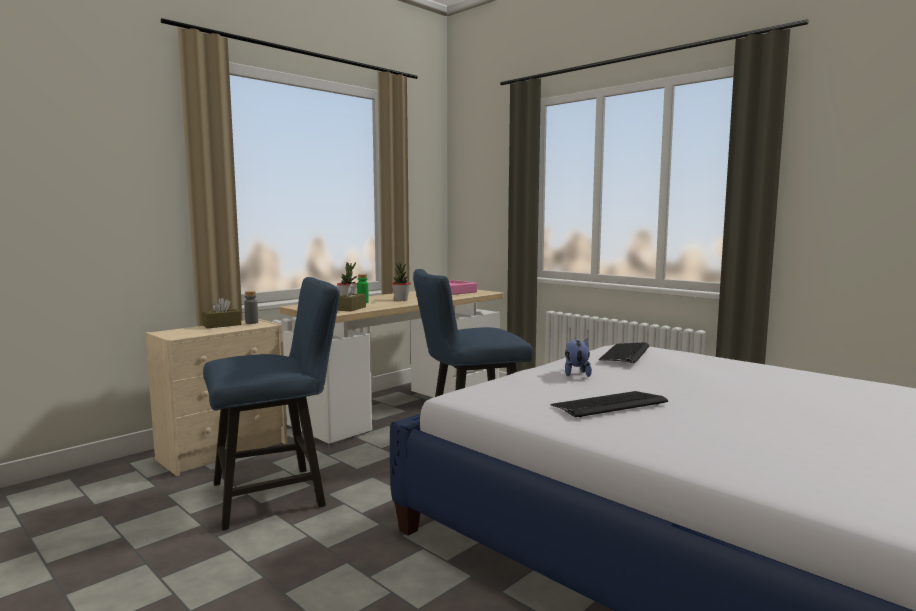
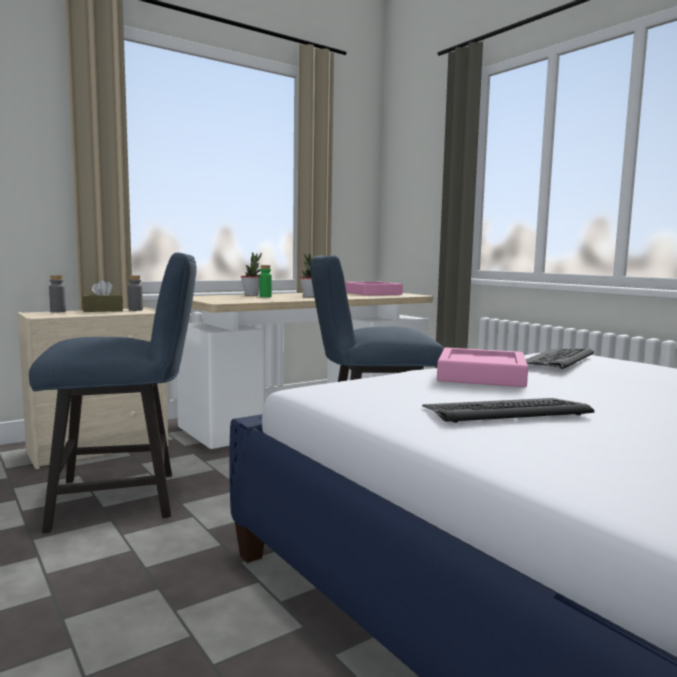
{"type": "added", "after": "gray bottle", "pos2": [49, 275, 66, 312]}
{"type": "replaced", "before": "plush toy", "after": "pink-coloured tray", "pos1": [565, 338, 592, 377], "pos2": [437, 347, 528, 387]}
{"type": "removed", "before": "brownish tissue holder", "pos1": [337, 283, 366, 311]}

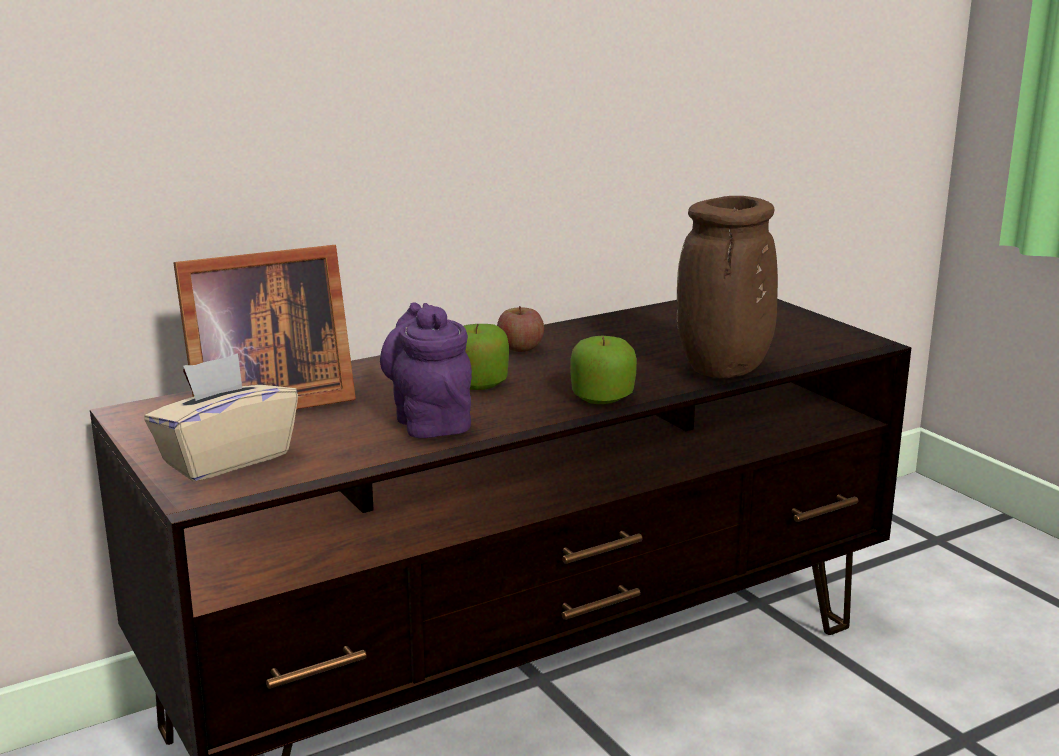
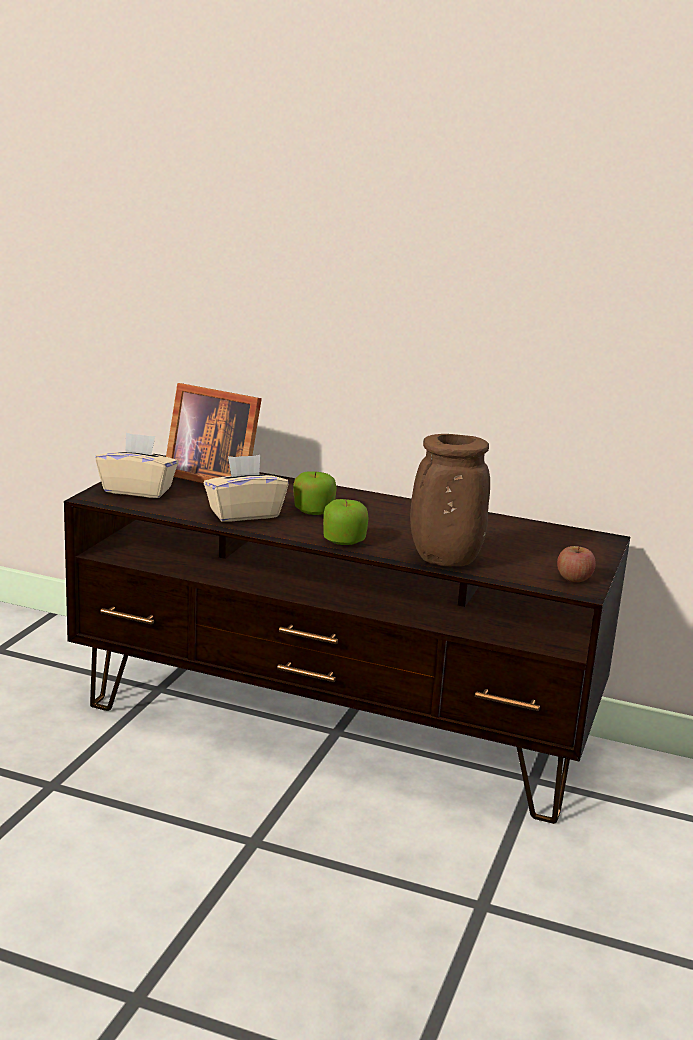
{"type": "replaced", "before": "purple-coloured pot for tea", "after": "beige tissue holder", "pos1": [380, 302, 472, 438], "pos2": [204, 455, 289, 522]}
{"type": "moved", "before": "apple", "pos1": [497, 306, 544, 352], "pos2": [557, 546, 596, 582]}

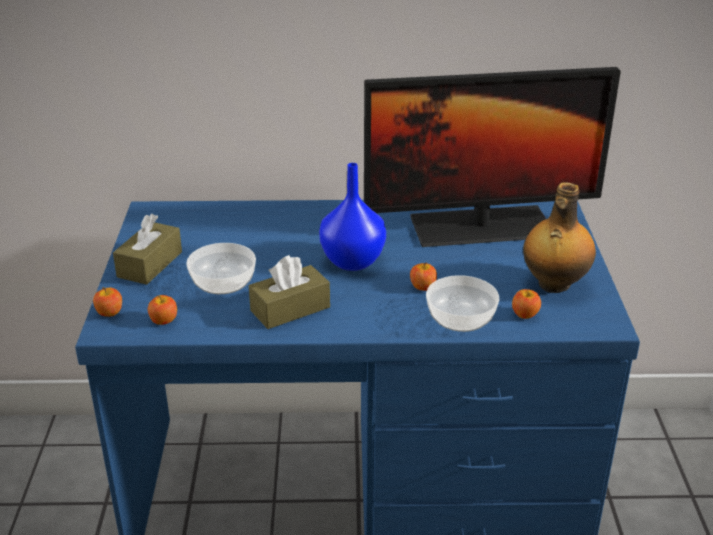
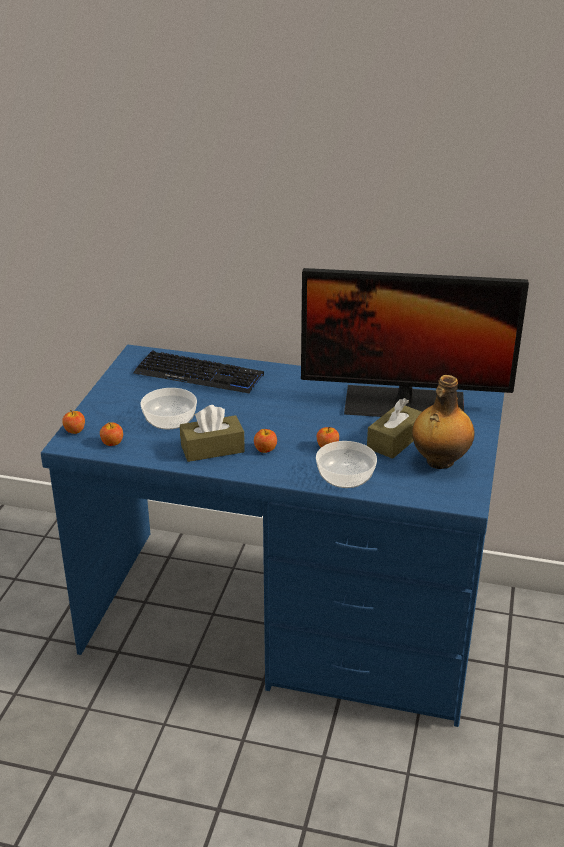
{"type": "added", "after": "PC keyboard", "pos2": [134, 350, 264, 393]}
{"type": "moved", "before": "apple", "pos1": [512, 289, 541, 319], "pos2": [254, 429, 277, 453]}
{"type": "moved", "before": "brownish tissue holder", "pos1": [113, 214, 182, 285], "pos2": [367, 398, 422, 459]}
{"type": "removed", "before": "bluish flower vase", "pos1": [319, 163, 386, 271]}

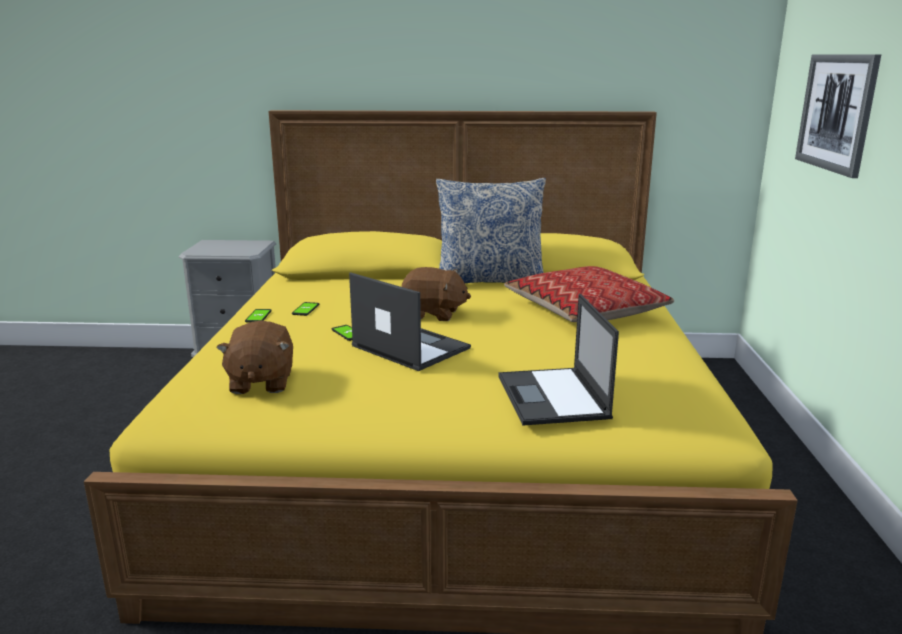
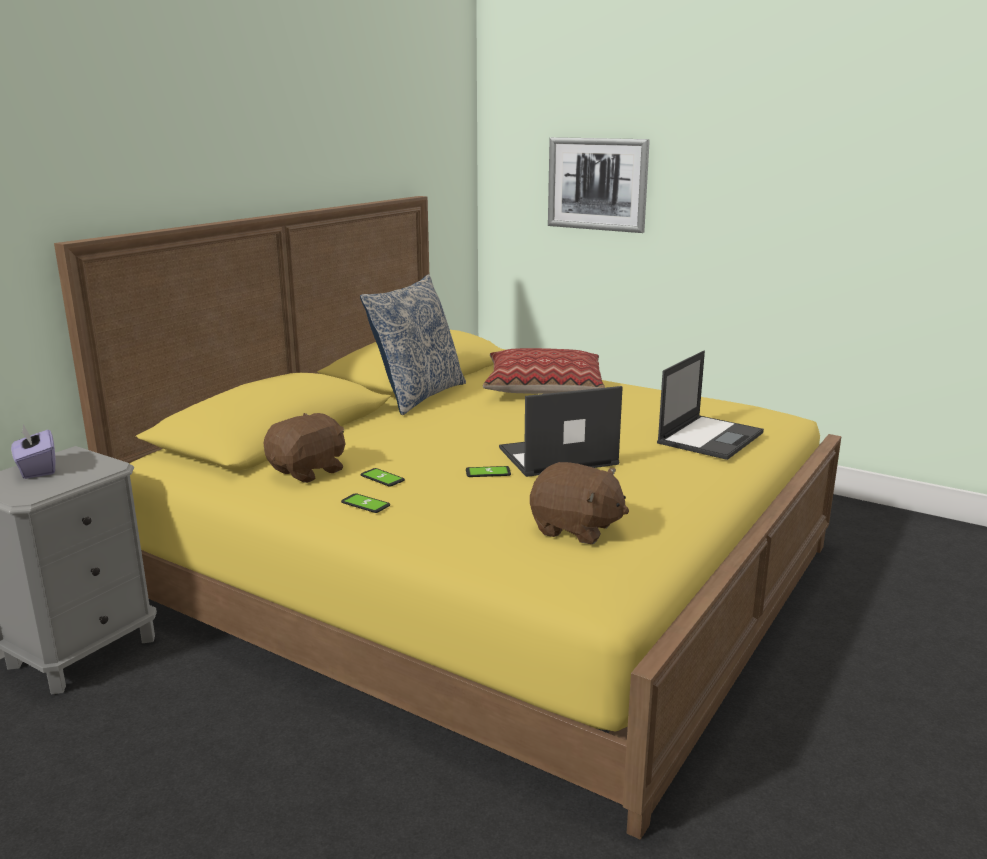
{"type": "added", "after": "purple-coloured tissue holder", "pos2": [11, 425, 56, 479]}
{"type": "moved", "before": "brownish plush toy", "pos1": [401, 267, 471, 321], "pos2": [264, 413, 346, 483]}
{"type": "turned", "before": "portable computer", "pos1": [498, 294, 619, 425], "pos2": [657, 351, 764, 460], "turn": -75}

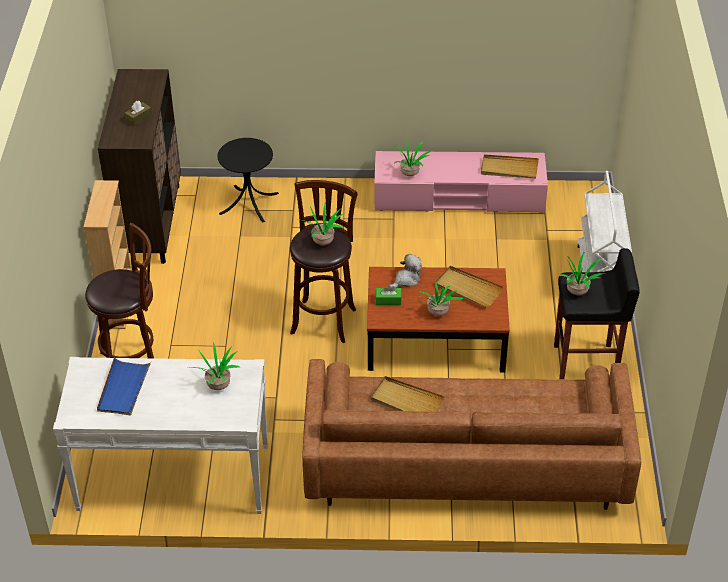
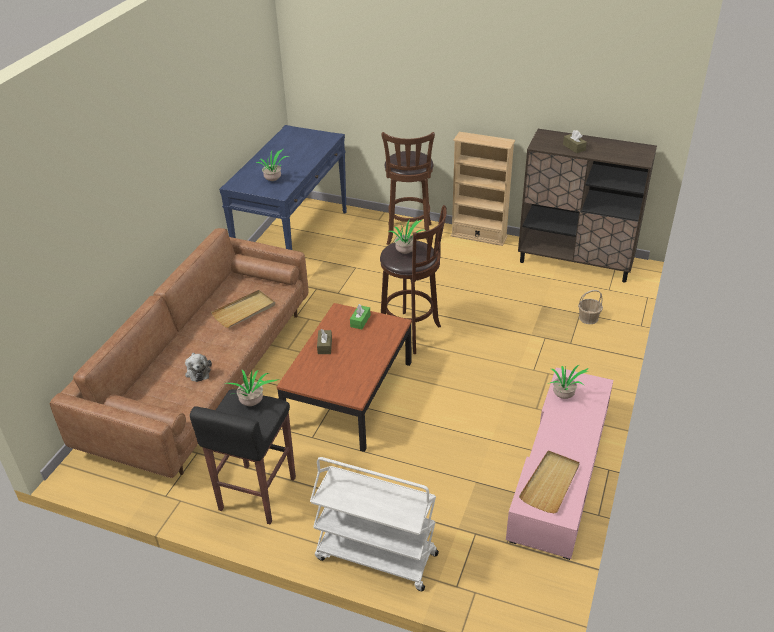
{"type": "moved", "before": "plush toy", "pos1": [389, 254, 422, 288], "pos2": [185, 353, 212, 382]}
{"type": "recoloured", "before": "whitish console table", "after": "bluish console table", "pos1": [53, 357, 268, 514], "pos2": [219, 125, 347, 250]}
{"type": "replaced", "before": "plant in a pot", "after": "brownish tissue holder", "pos1": [418, 283, 466, 316], "pos2": [317, 329, 332, 354]}
{"type": "replaced", "before": "black-coloured accent table", "after": "storage basket", "pos1": [217, 138, 279, 223], "pos2": [578, 290, 603, 324]}
{"type": "removed", "before": "bluish tray", "pos1": [97, 357, 151, 415]}
{"type": "removed", "before": "beige tray", "pos1": [434, 266, 504, 308]}

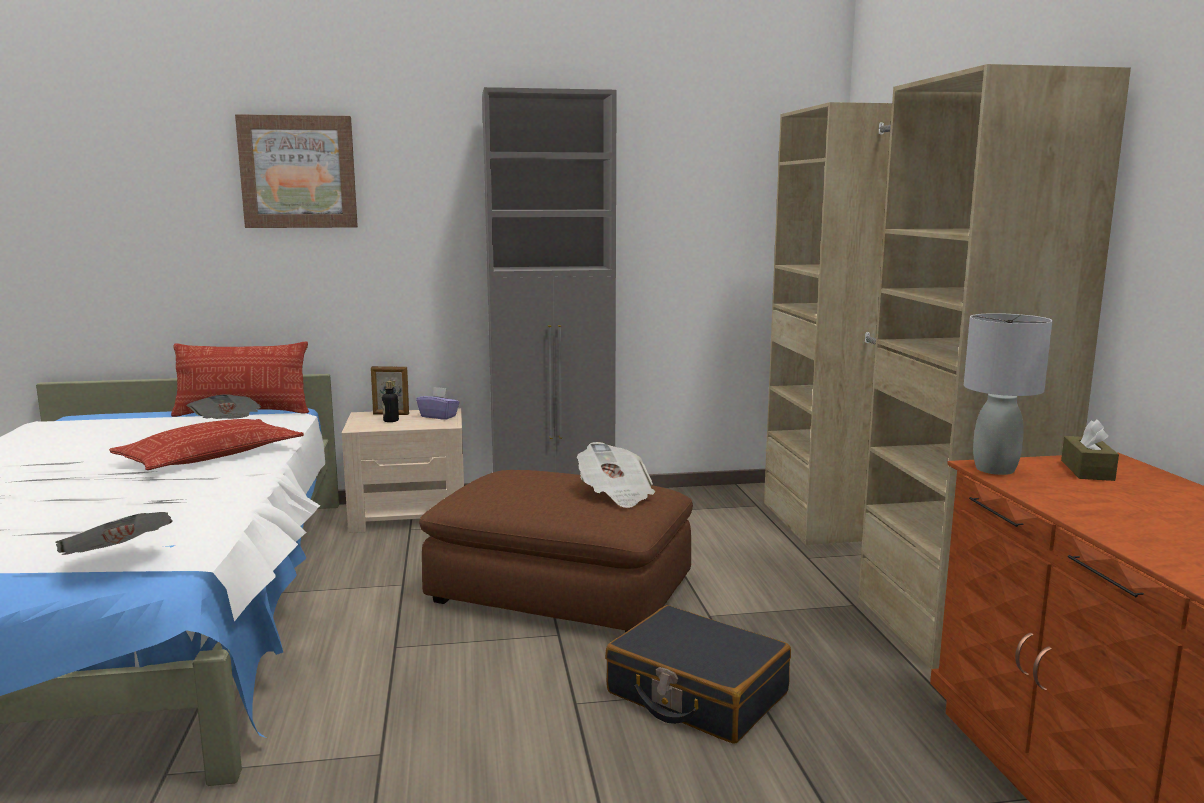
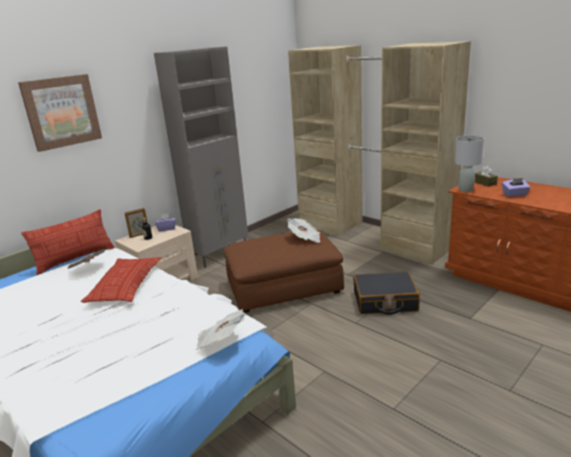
{"type": "added", "after": "purple-coloured tissue holder", "pos2": [502, 178, 531, 197]}

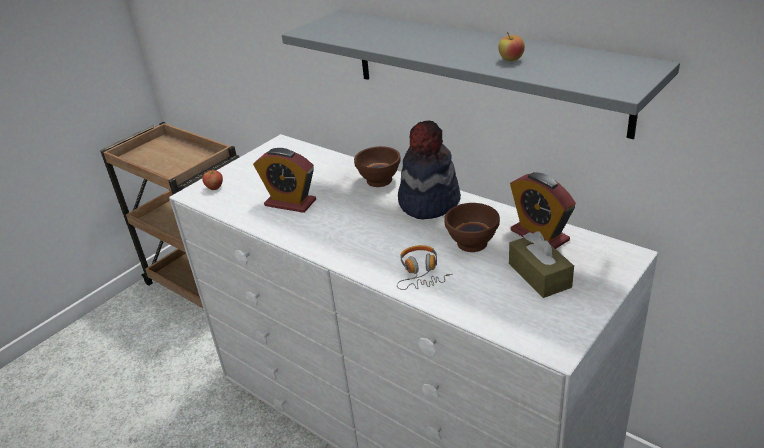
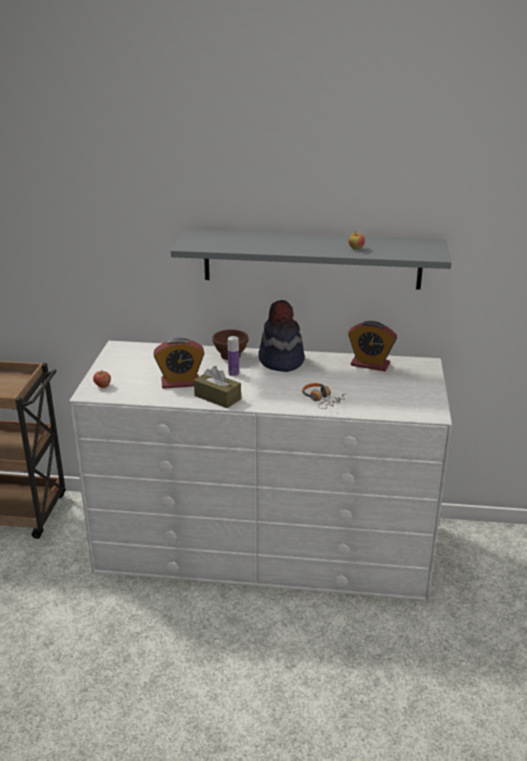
{"type": "moved", "before": "brownish tissue holder", "pos1": [509, 231, 574, 298], "pos2": [194, 366, 241, 408]}
{"type": "added", "after": "bottle", "pos2": [228, 336, 239, 377]}
{"type": "removed", "before": "brownish serving bowl", "pos1": [444, 203, 500, 252]}

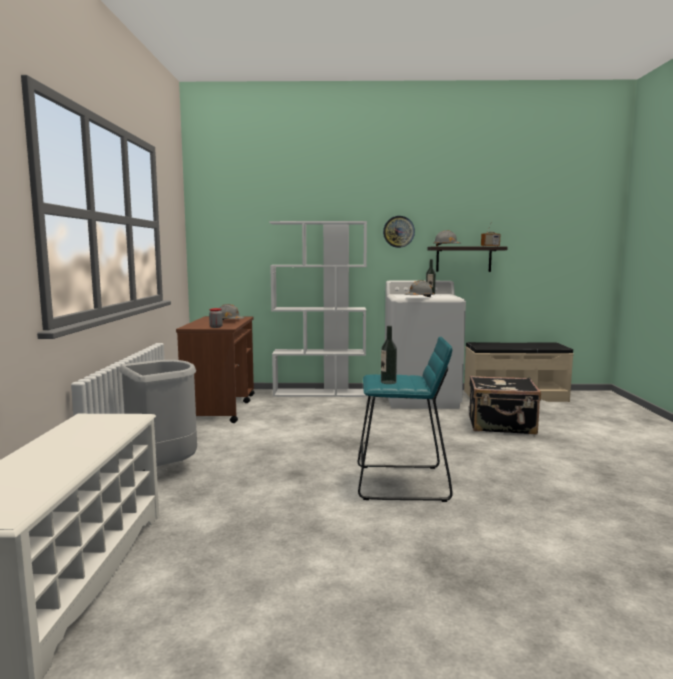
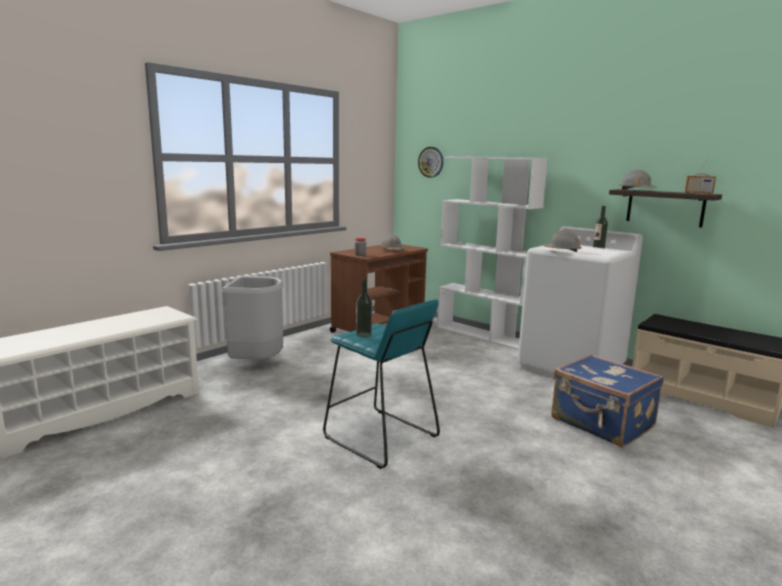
{"type": "moved", "before": "hanging clock", "pos1": [383, 216, 415, 248], "pos2": [418, 147, 443, 178]}
{"type": "recoloured", "before": "black-coloured suitcase", "after": "bluish suitcase", "pos1": [469, 376, 541, 435], "pos2": [551, 354, 664, 448]}

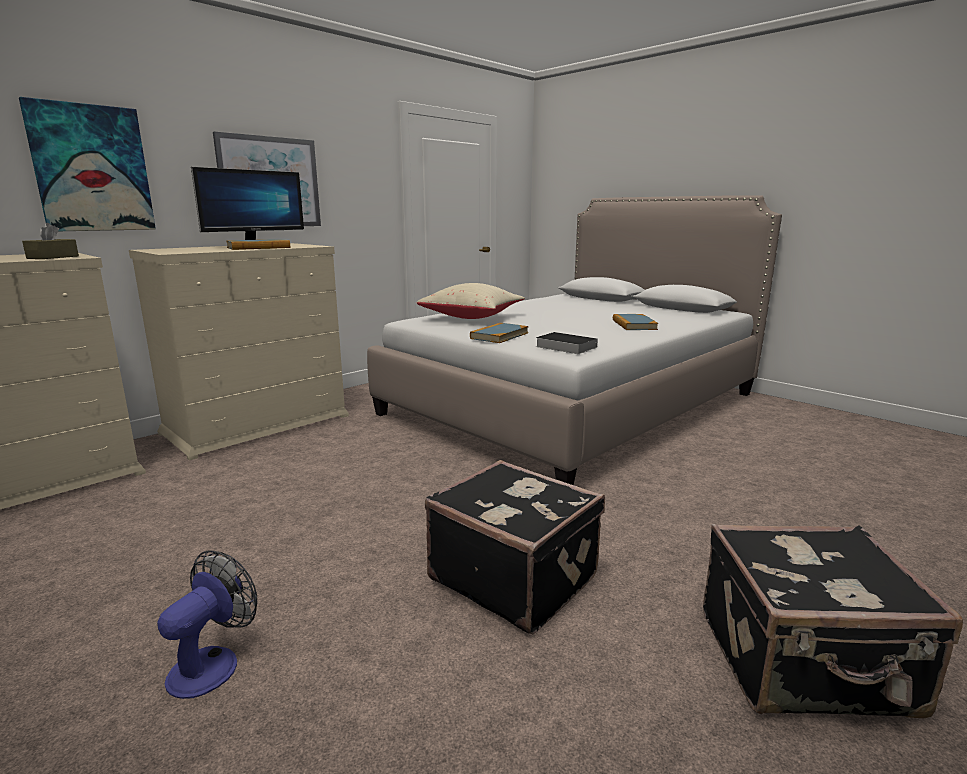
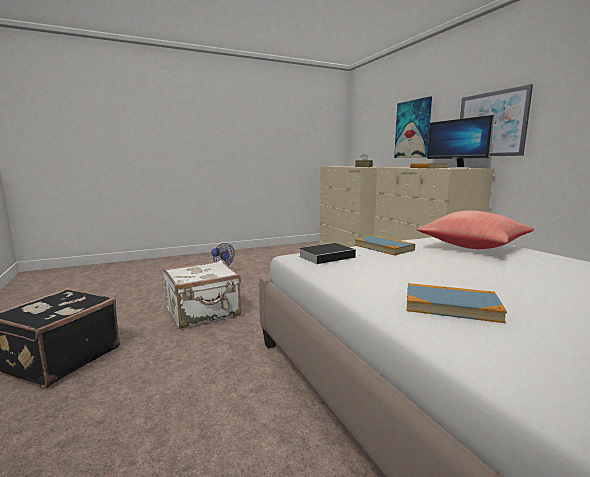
{"type": "recoloured", "before": "black-coloured suitcase", "after": "whitish suitcase", "pos1": [425, 460, 605, 634], "pos2": [163, 260, 241, 329]}
{"type": "recoloured", "before": "beige throw pillow", "after": "red-coloured throw pillow", "pos1": [417, 283, 525, 319], "pos2": [417, 210, 534, 249]}

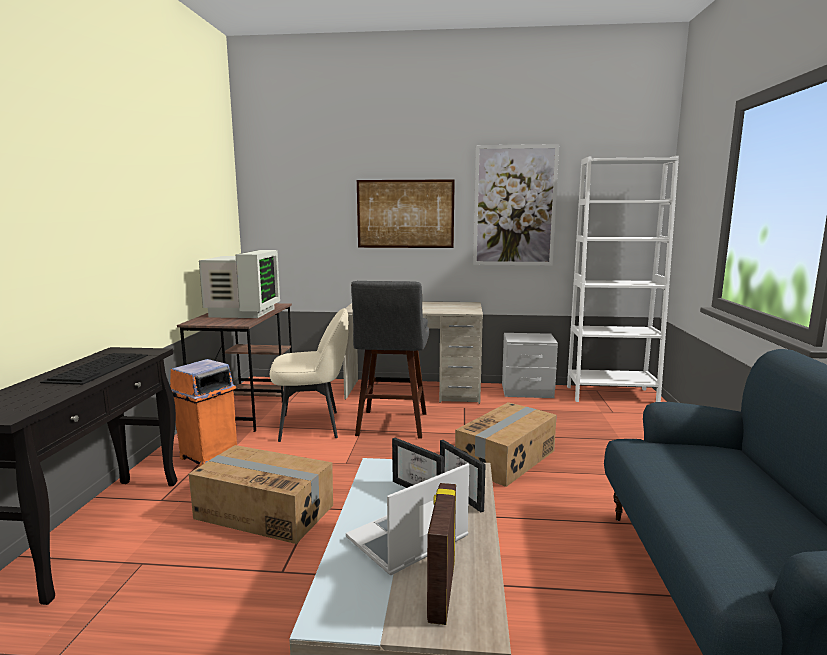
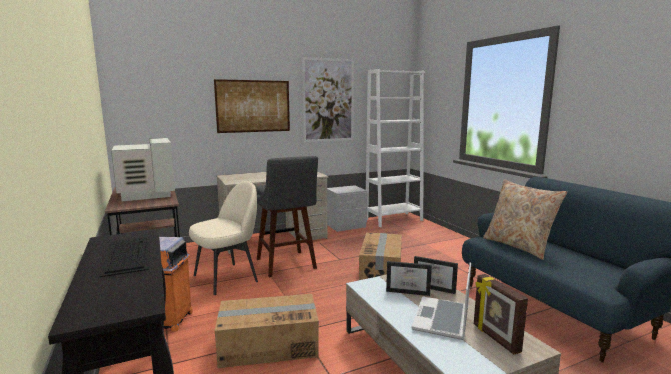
{"type": "added", "after": "beige throw pillow", "pos2": [483, 179, 567, 260]}

